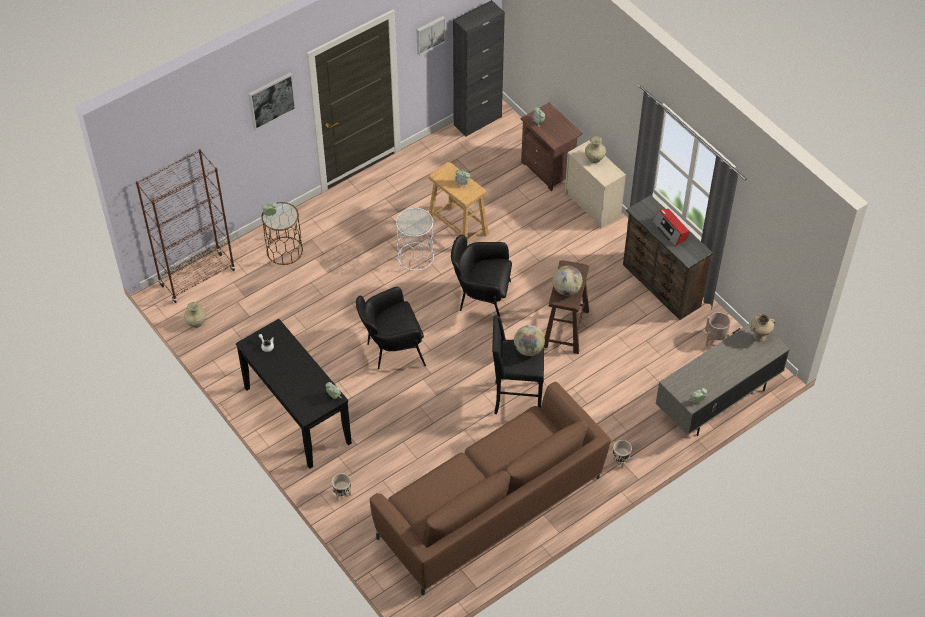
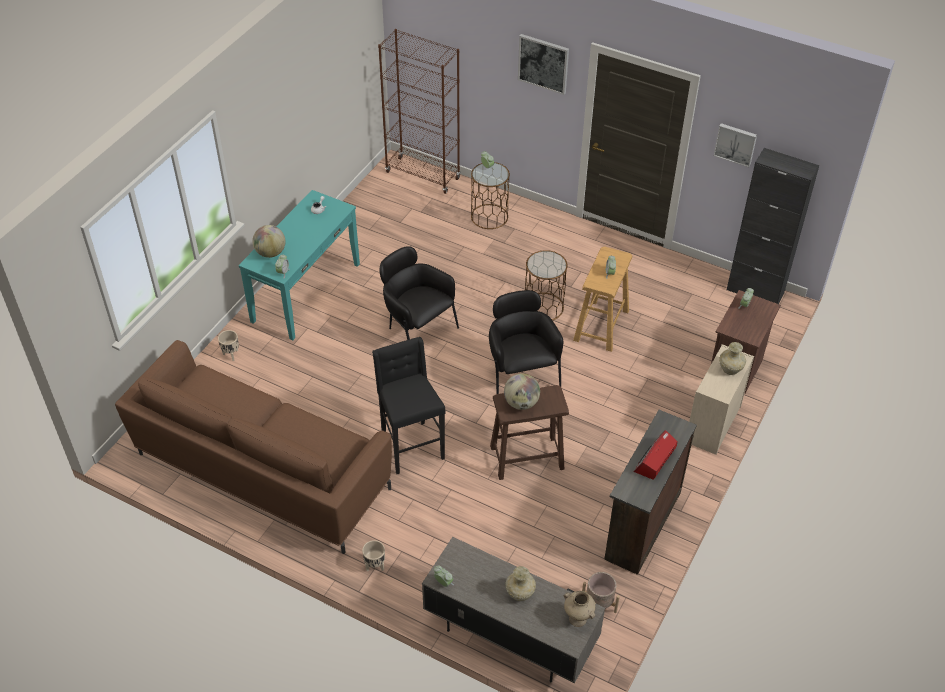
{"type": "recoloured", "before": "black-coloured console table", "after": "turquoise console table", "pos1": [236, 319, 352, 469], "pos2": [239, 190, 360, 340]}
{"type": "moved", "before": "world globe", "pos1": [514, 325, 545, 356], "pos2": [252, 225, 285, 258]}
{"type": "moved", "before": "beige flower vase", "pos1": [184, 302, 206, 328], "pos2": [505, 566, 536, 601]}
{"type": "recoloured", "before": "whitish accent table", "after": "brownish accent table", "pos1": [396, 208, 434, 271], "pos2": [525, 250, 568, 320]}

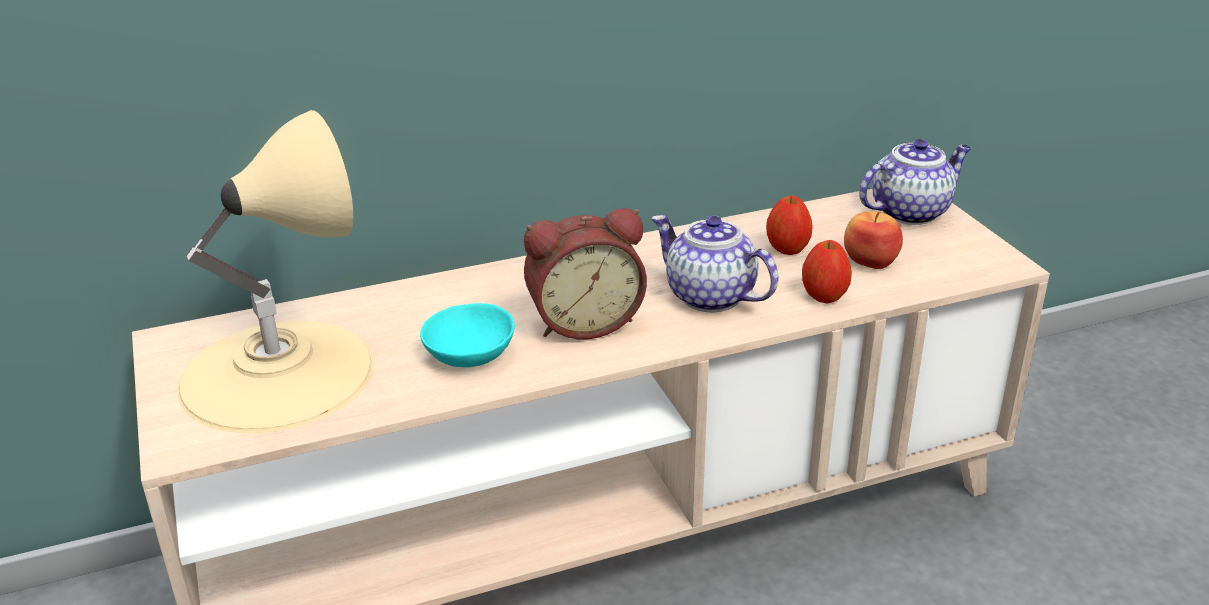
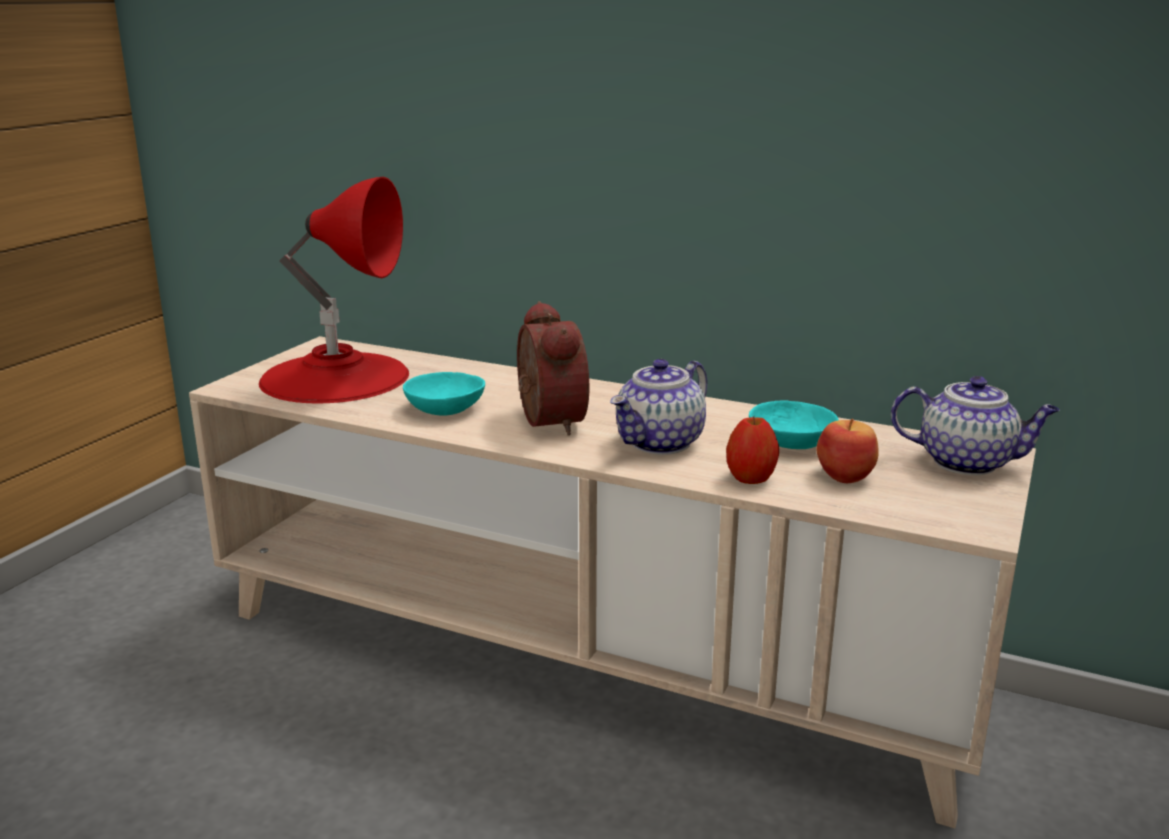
{"type": "recoloured", "before": "beige table lamp", "after": "red-coloured table lamp", "pos1": [177, 110, 373, 433], "pos2": [259, 177, 409, 404]}
{"type": "turned", "before": "bedside clock", "pos1": [524, 208, 647, 339], "pos2": [517, 301, 589, 436], "turn": -135}
{"type": "turned", "before": "pot for tea", "pos1": [652, 215, 779, 312], "pos2": [610, 359, 708, 455], "turn": -135}
{"type": "replaced", "before": "apple", "after": "turquoise serving bowl", "pos1": [766, 196, 813, 255], "pos2": [749, 401, 839, 449]}

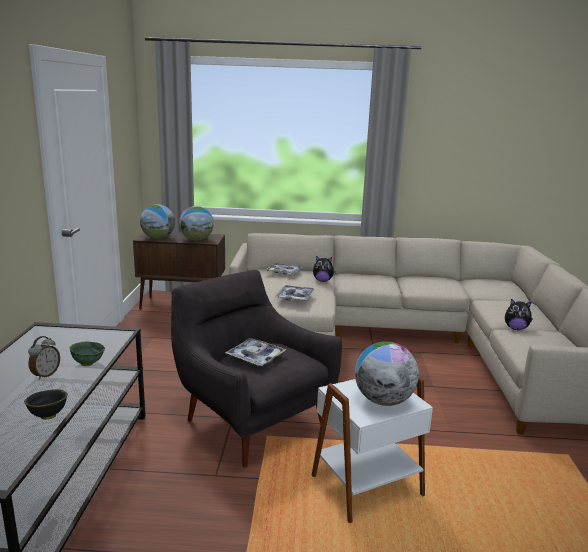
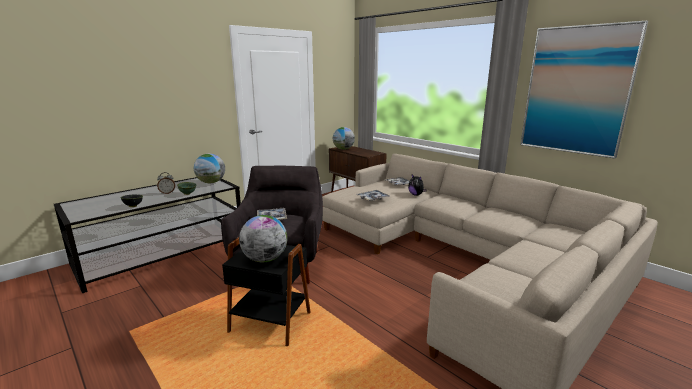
{"type": "moved", "before": "world globe", "pos1": [179, 206, 214, 241], "pos2": [194, 154, 225, 183]}
{"type": "recoloured", "before": "whitish accent table", "after": "black-coloured accent table", "pos1": [312, 377, 433, 523], "pos2": [222, 237, 311, 346]}
{"type": "added", "after": "wall art", "pos2": [520, 20, 648, 159]}
{"type": "removed", "before": "plush toy", "pos1": [505, 299, 533, 330]}

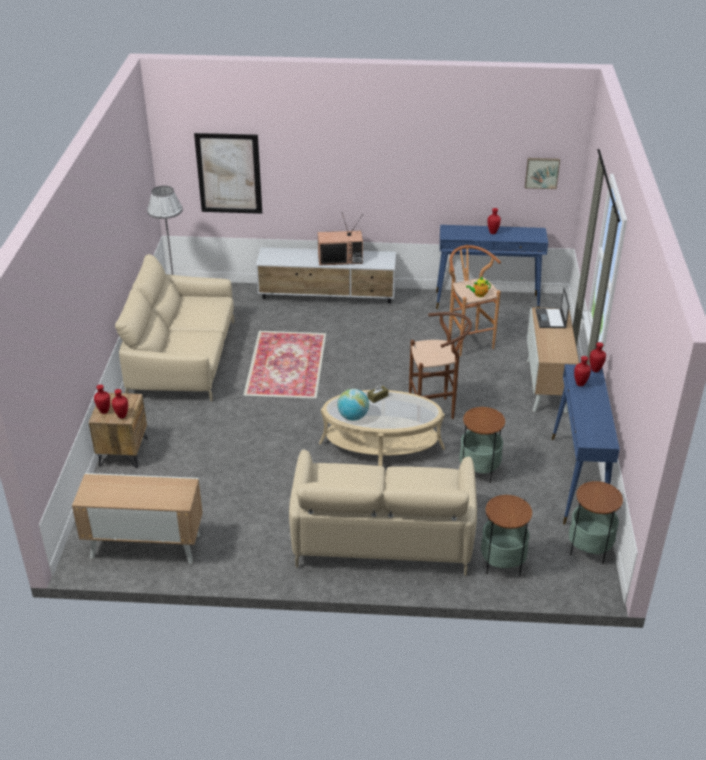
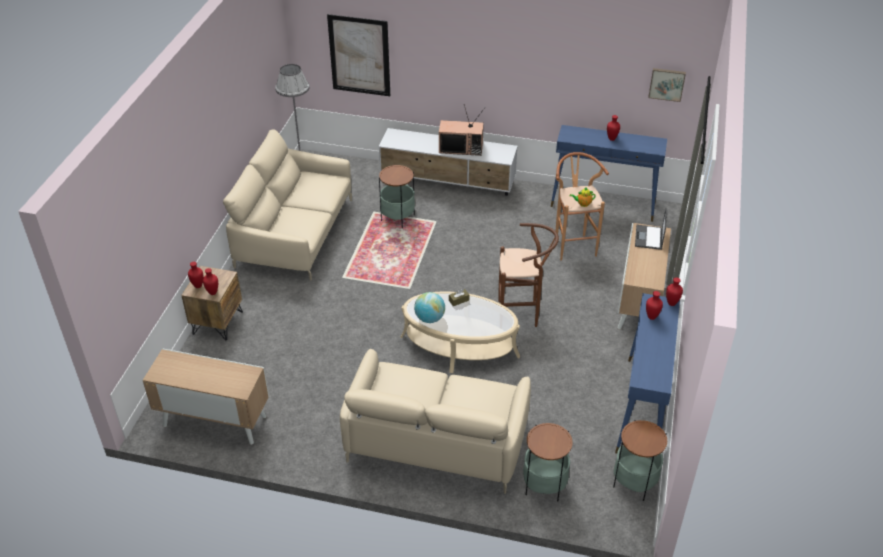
{"type": "moved", "before": "accent table", "pos1": [459, 407, 505, 483], "pos2": [379, 165, 415, 228]}

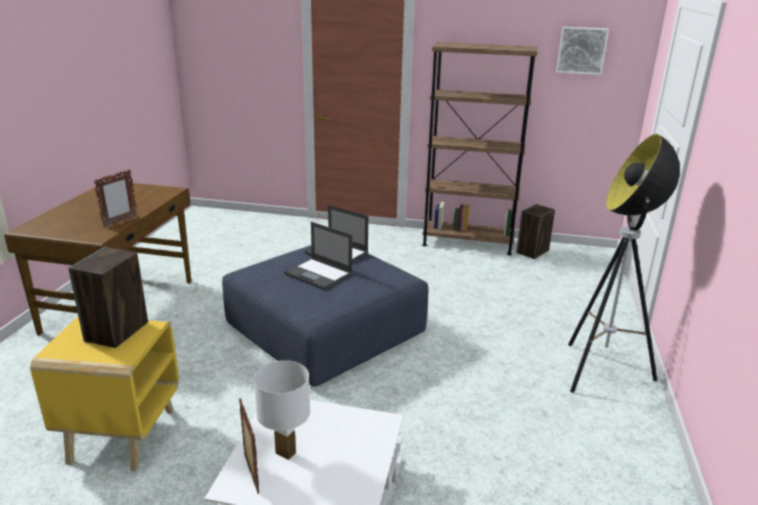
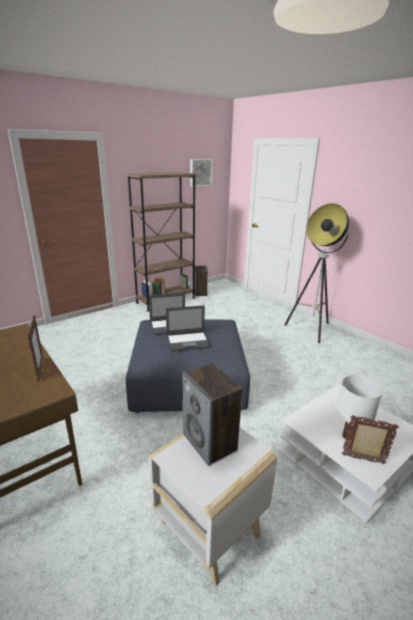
{"type": "recoloured", "before": "yellow accent table", "after": "whitish accent table", "pos1": [30, 317, 179, 471], "pos2": [148, 428, 277, 586]}

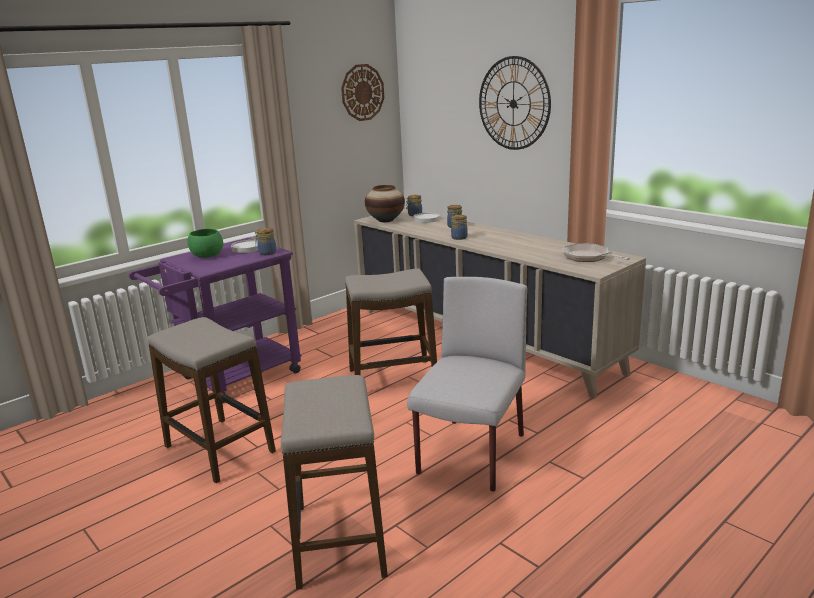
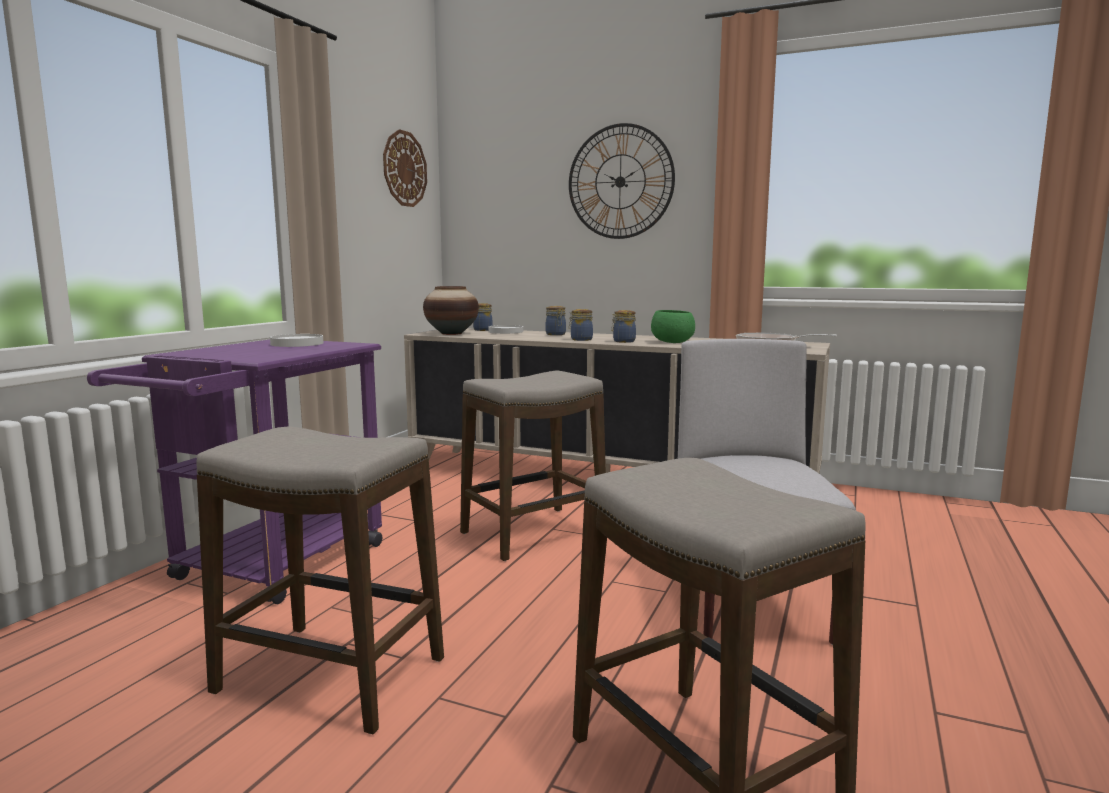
{"type": "moved", "before": "storage jar", "pos1": [255, 228, 276, 255], "pos2": [611, 310, 636, 343]}
{"type": "moved", "before": "green serving bowl", "pos1": [187, 229, 223, 258], "pos2": [651, 310, 695, 343]}

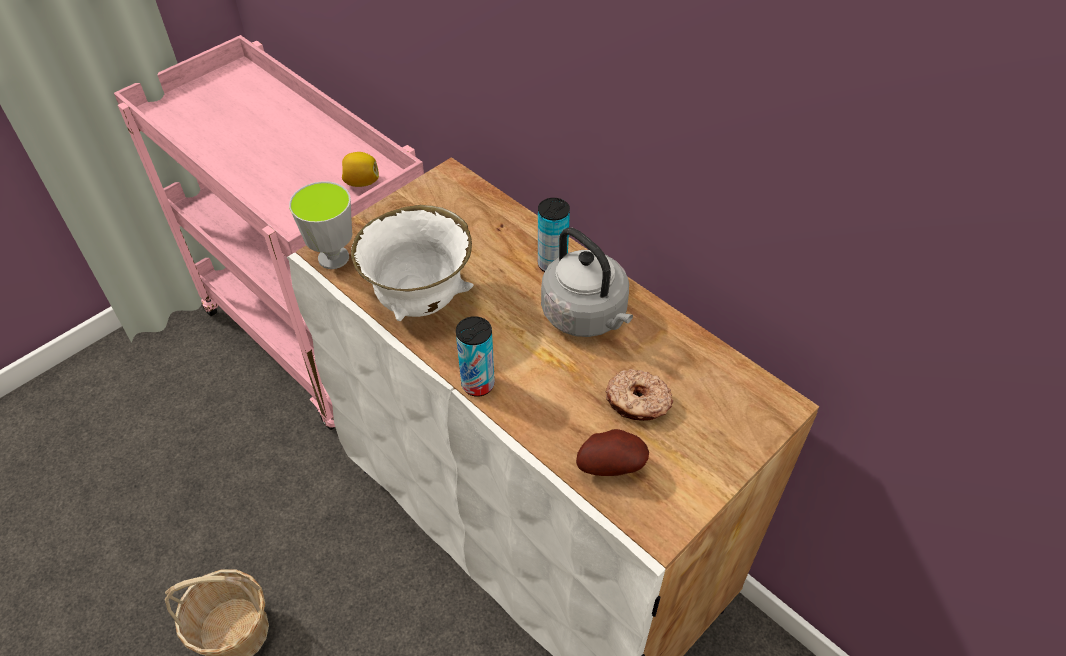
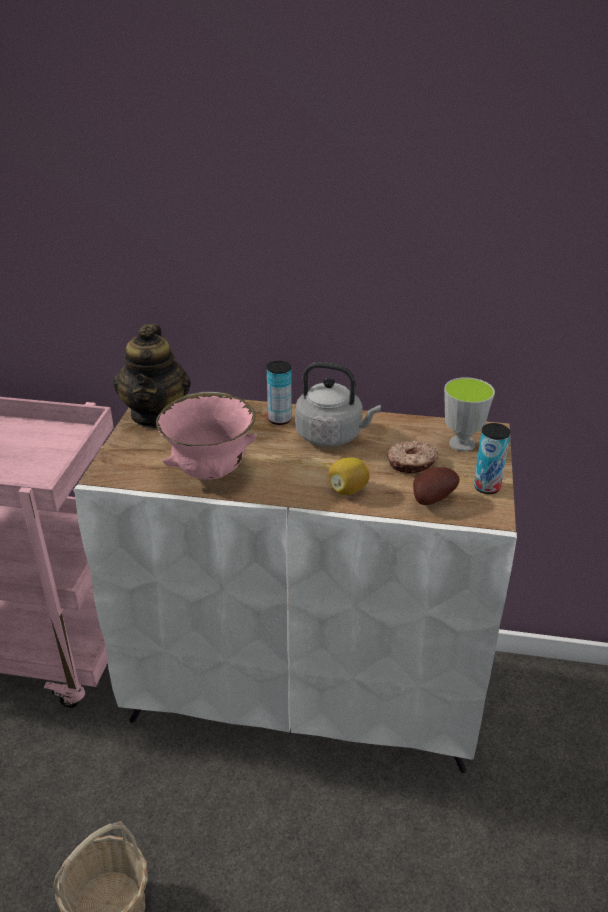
{"type": "added", "after": "pot for tea", "pos2": [113, 324, 191, 428]}
{"type": "recoloured", "before": "whitish serving bowl", "after": "pink-coloured serving bowl", "pos1": [351, 205, 474, 321], "pos2": [156, 392, 257, 480]}
{"type": "moved", "before": "whole lemon", "pos1": [342, 152, 379, 187], "pos2": [328, 457, 369, 495]}
{"type": "moved", "before": "cup", "pos1": [289, 181, 353, 269], "pos2": [444, 377, 495, 451]}
{"type": "moved", "before": "sealed can", "pos1": [456, 316, 495, 397], "pos2": [474, 423, 510, 494]}

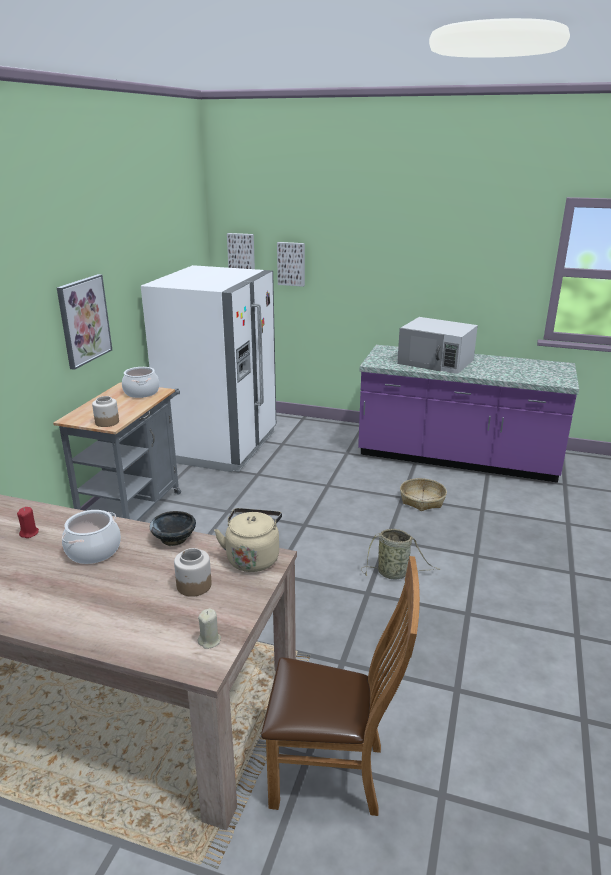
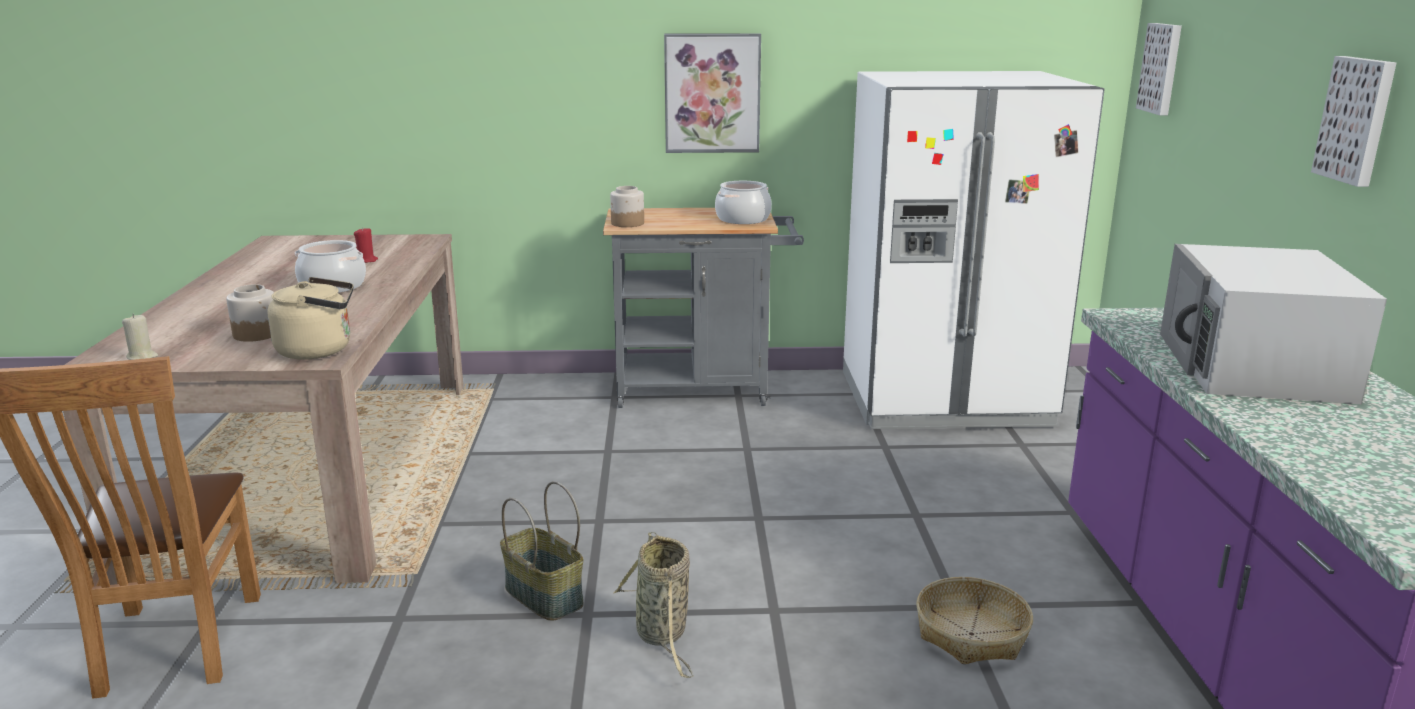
{"type": "added", "after": "storage basket", "pos2": [500, 481, 584, 621]}
{"type": "moved", "before": "wall art", "pos1": [277, 242, 305, 287], "pos2": [1311, 56, 1396, 187]}
{"type": "removed", "before": "black-coloured serving bowl", "pos1": [150, 511, 196, 546]}

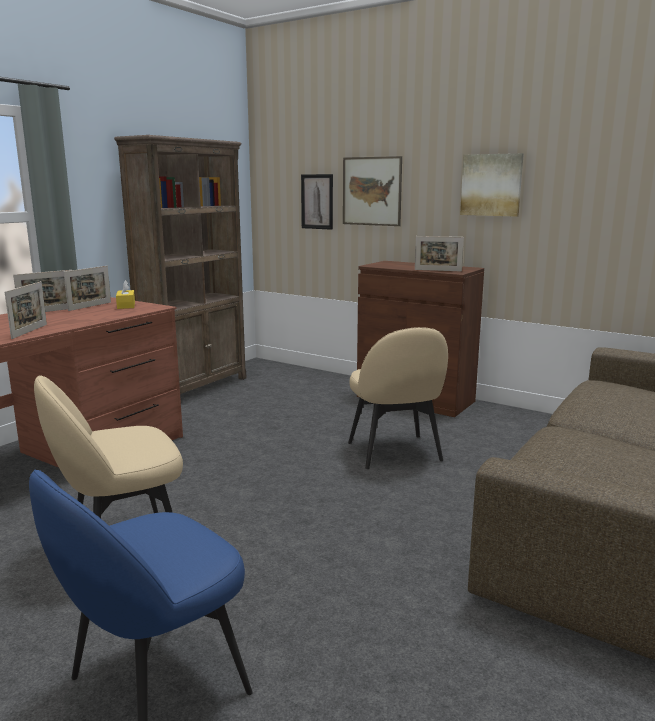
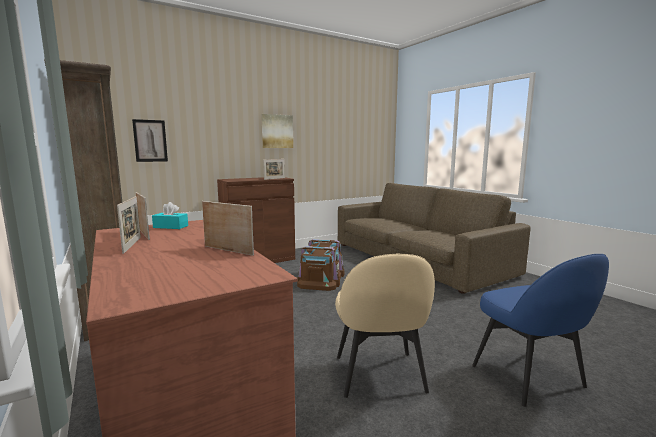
{"type": "recoloured", "before": "yellow tissue holder", "after": "turquoise tissue holder", "pos1": [116, 280, 135, 309], "pos2": [152, 202, 188, 229]}
{"type": "replaced", "before": "beige chair", "after": "brownish storage box", "pos1": [348, 327, 448, 469], "pos2": [297, 239, 345, 291]}
{"type": "removed", "before": "wall art", "pos1": [343, 156, 402, 226]}

